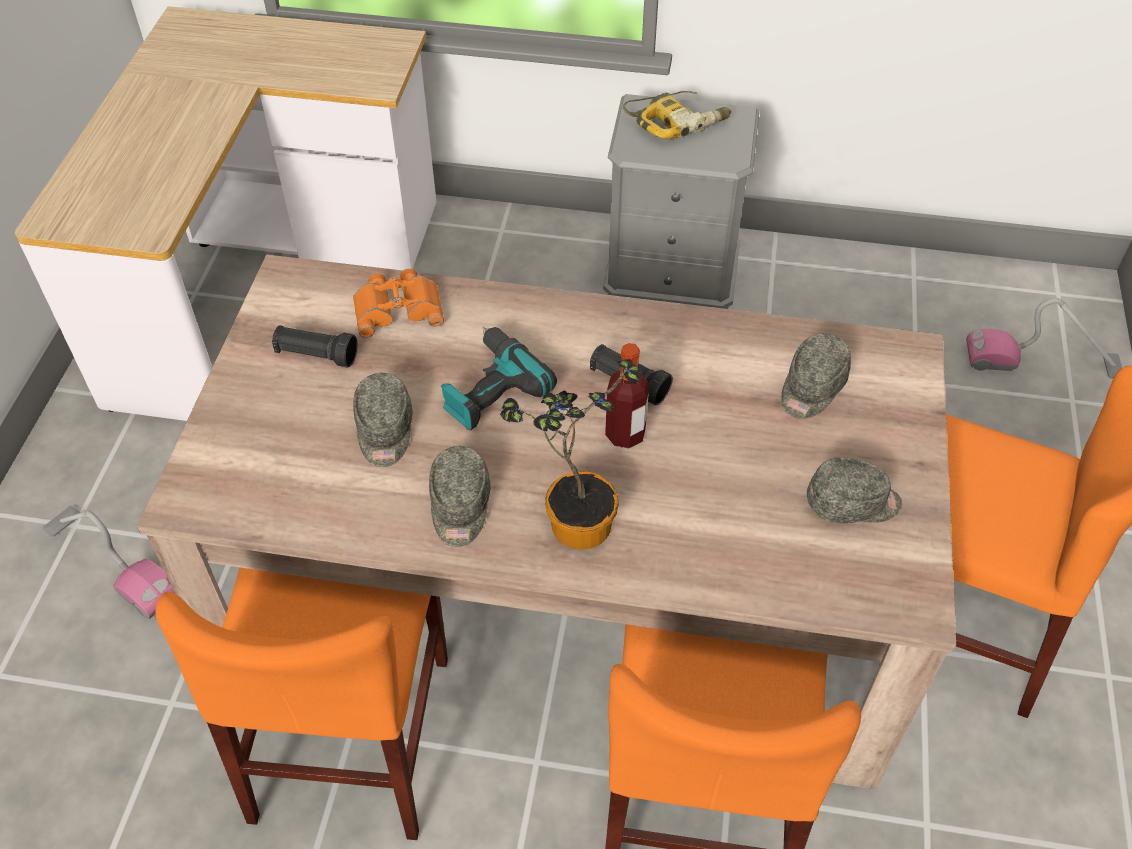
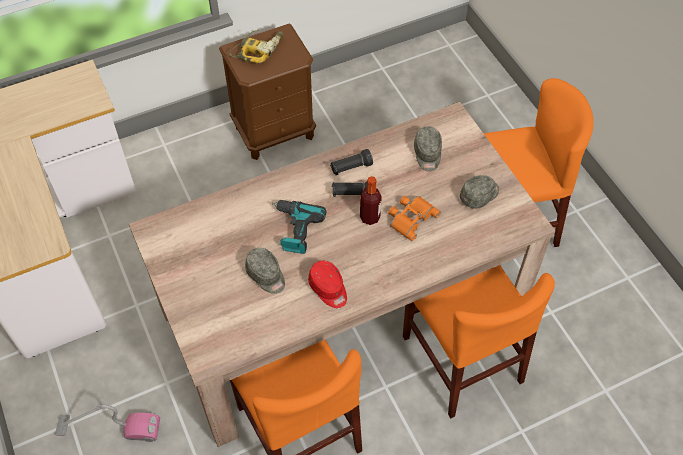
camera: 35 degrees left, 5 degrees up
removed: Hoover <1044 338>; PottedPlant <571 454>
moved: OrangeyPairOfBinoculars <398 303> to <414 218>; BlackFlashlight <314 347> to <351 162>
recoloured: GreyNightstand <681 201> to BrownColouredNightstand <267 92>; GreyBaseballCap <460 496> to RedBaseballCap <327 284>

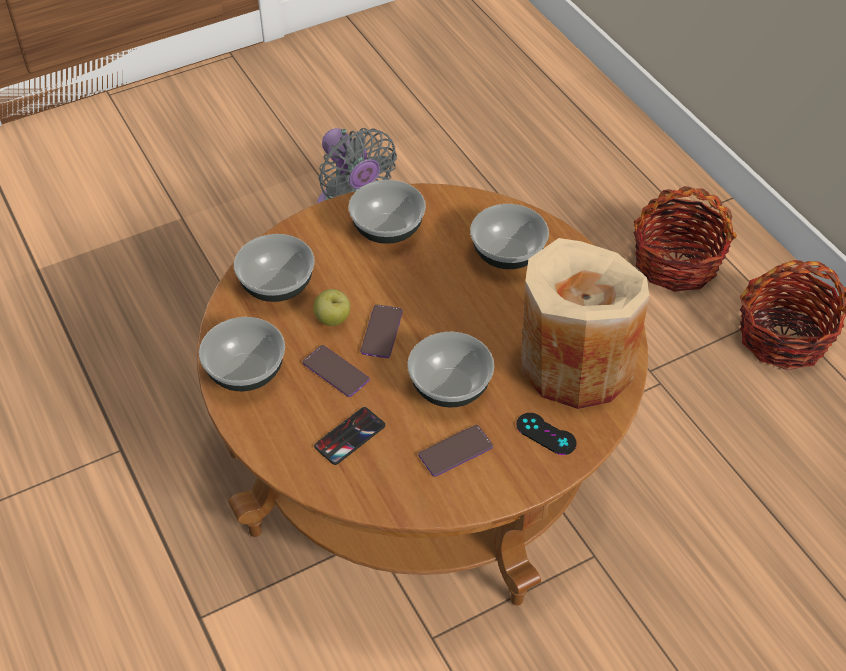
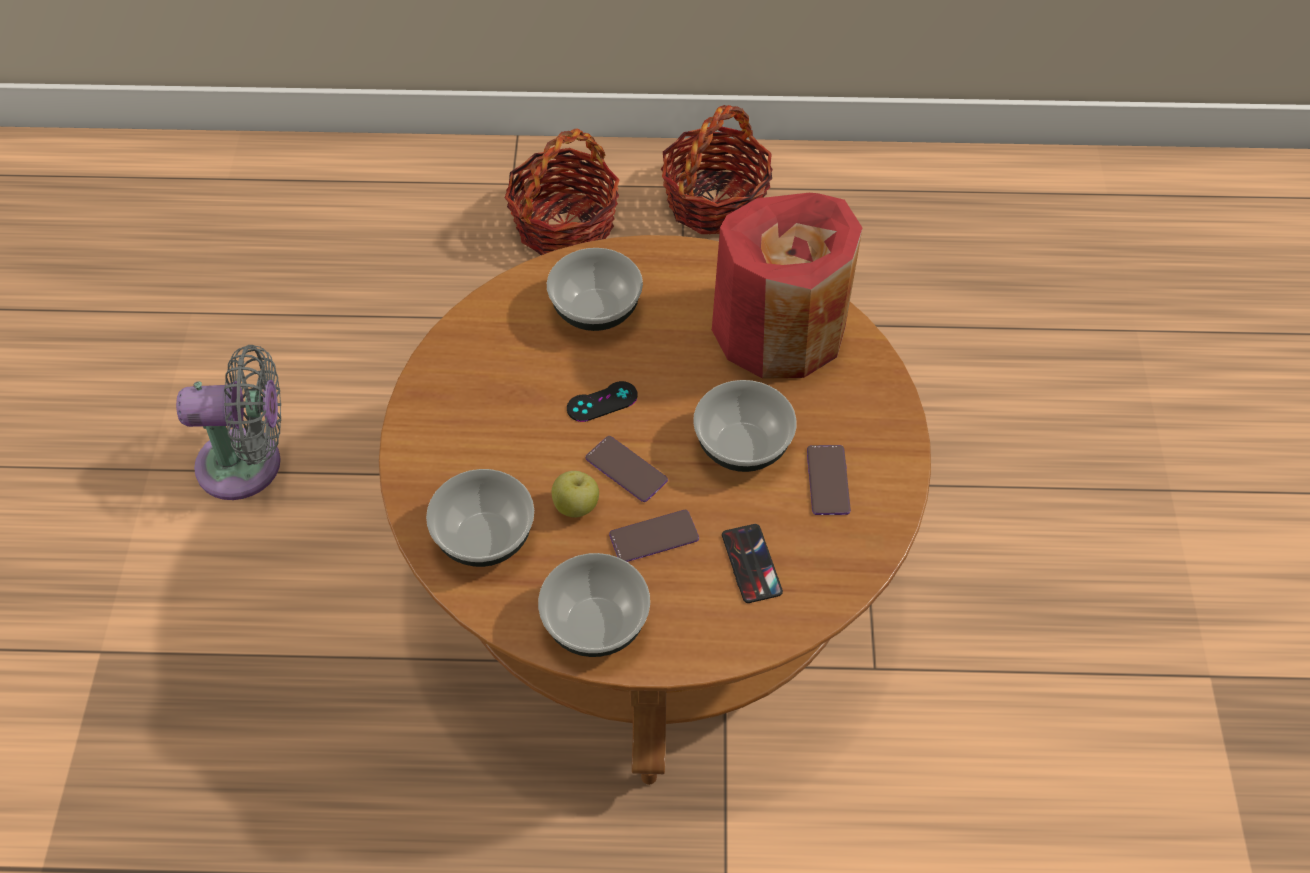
camera: 60 degrees left, 5 degrees up
removed: Bowl <387 212>
moved: BlackGamepad <546 434> to <602 401>
recoloured: SandColouredDecorativeVase <585 323> to RedDecorativeVase <787 286>

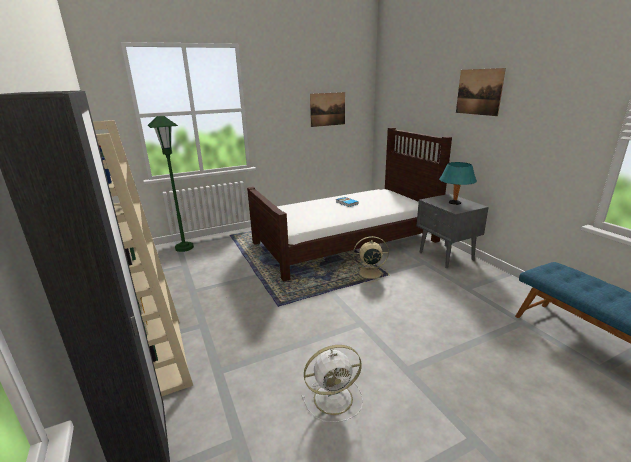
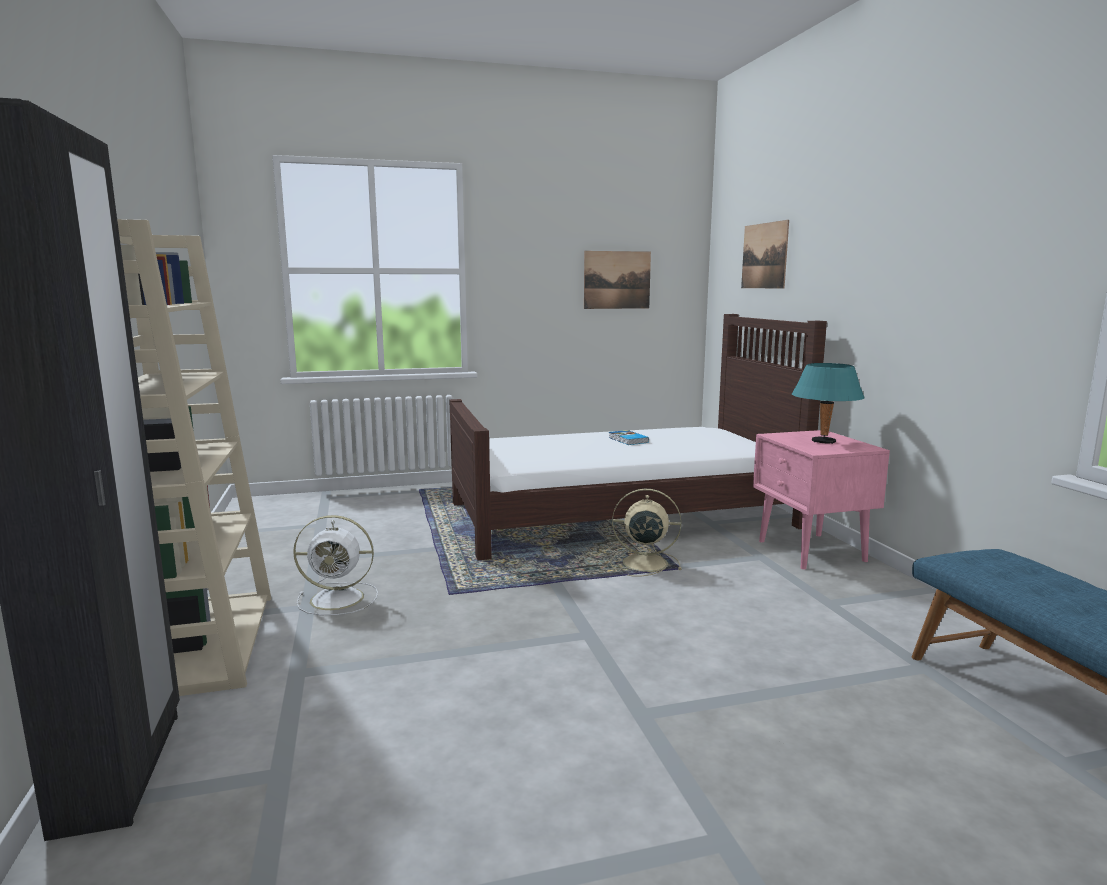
camera: 10 degrees right, 10 degrees down
removed: GreenFloorLamp <171 184>
moved: Picture <481 92> to <765 254>; WhiteCoolingFan <332 383> to <335 565>
recoloured: GreyNightstand <453 231> to PinkishNightstand <821 499>

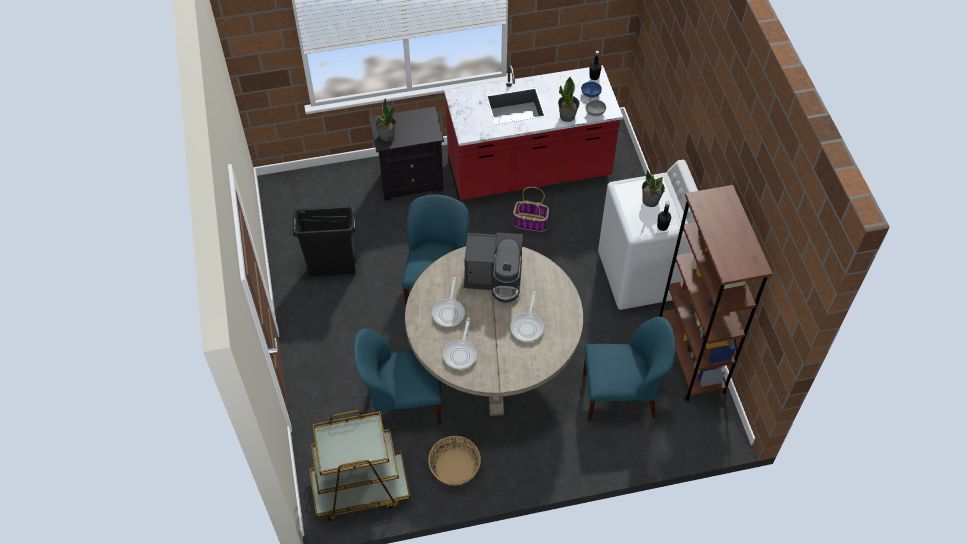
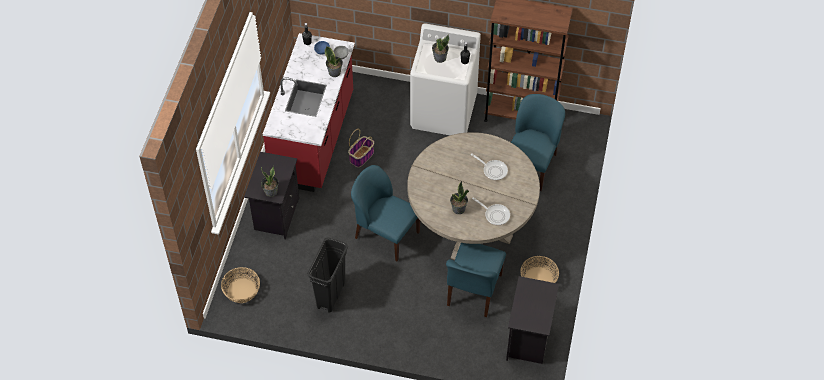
camera: 65 degrees left, 0 degrees up
removed: CoffeeMaker <493 267>
added: Basket <240 285>
replaced: FryingPan <448 302> to PottedPlant <459 197>; BrownColouredCart <360 465> to BlackNightstand <532 320>

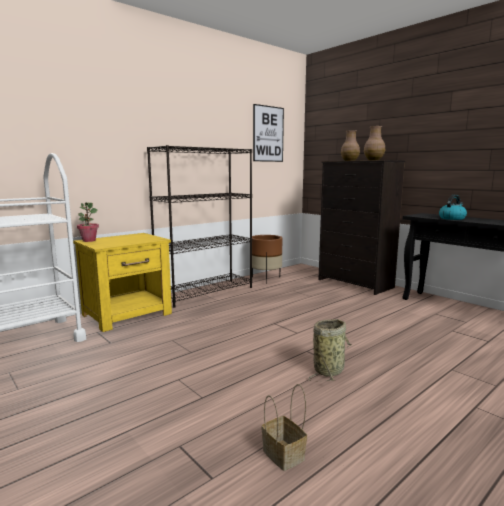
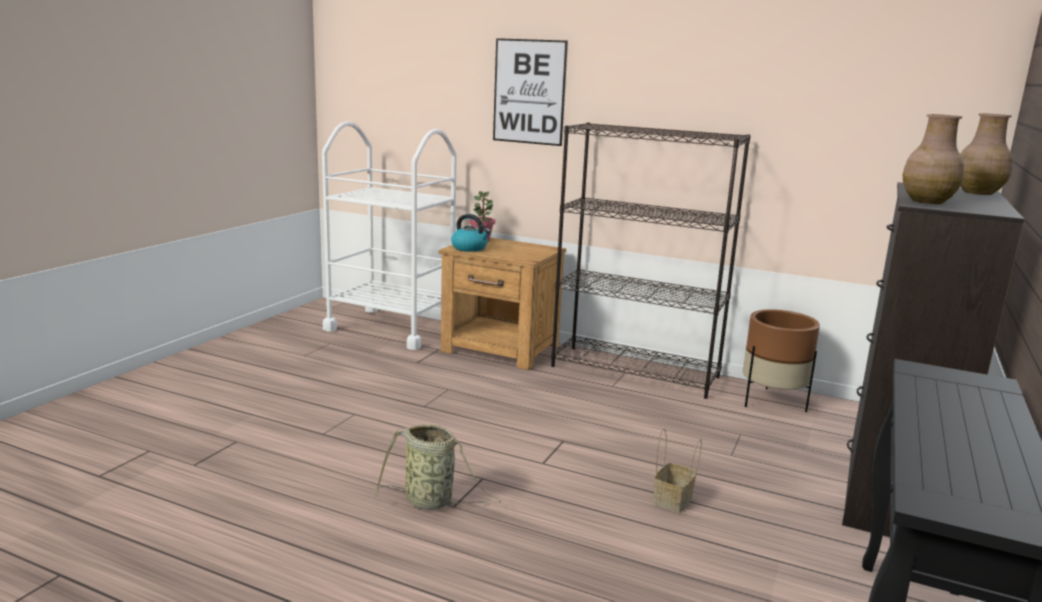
camera: 65 degrees right, 5 degrees up
moved: Picture <268 133> to <530 92>; TeaKettle <453 207> to <471 233>; Basket <284 427> to <677 470>
recoloured: YellowColouredNightstand <122 282> to BrownColouredNightstand <502 303>

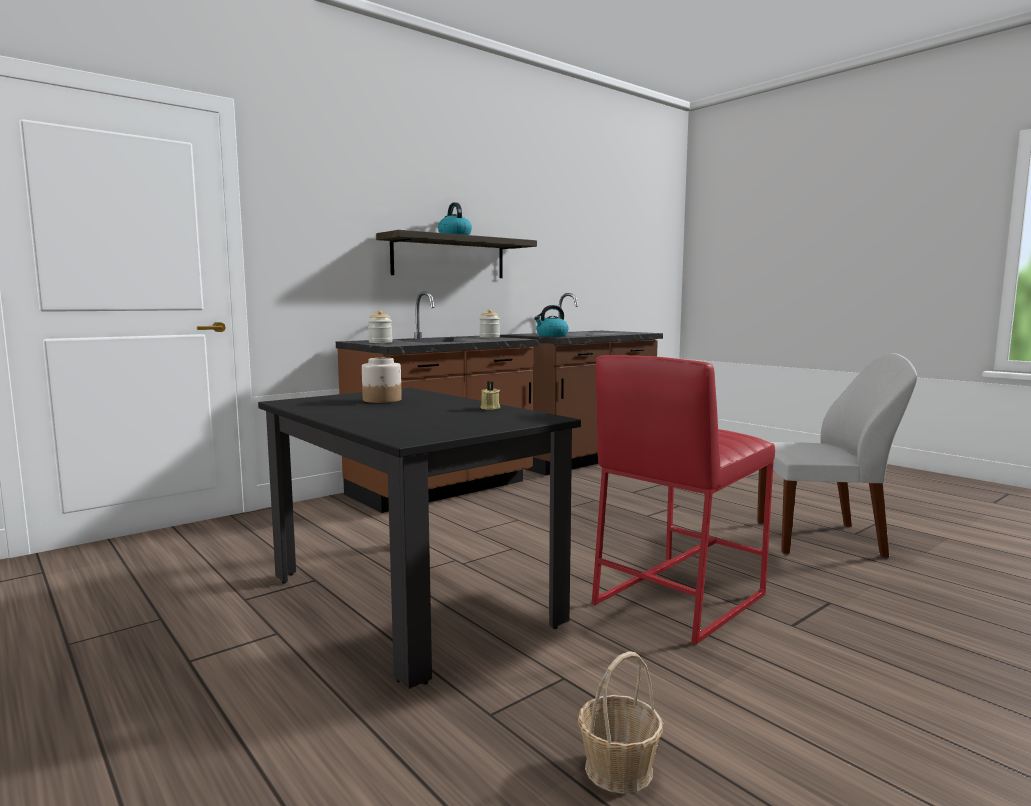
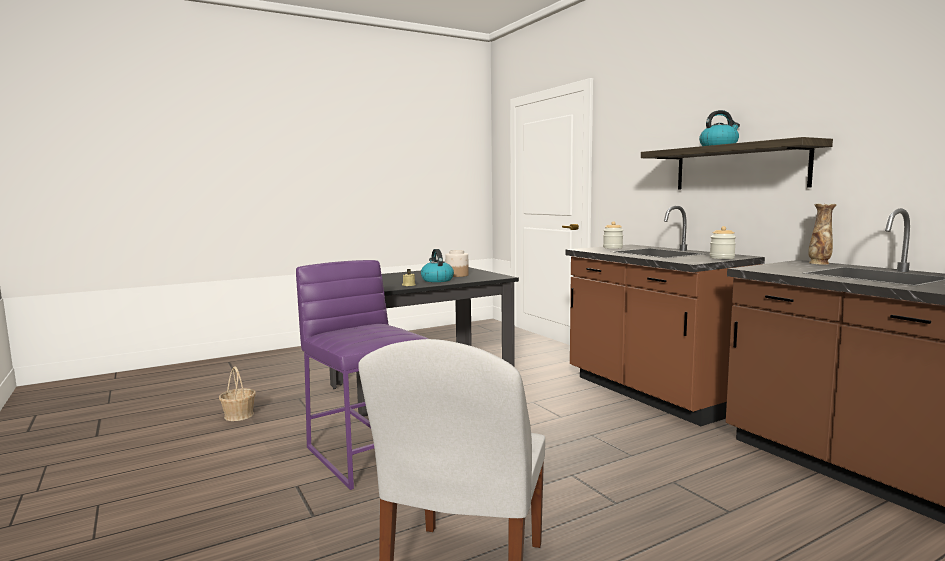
camera: 100 degrees right, 0 degrees up
added: DecorativeVase <822 234>
moved: TeaKettle <551 321> to <437 265>
recoloured: RedStoolSeat <683 500> to PurpleStoolSeat <362 375>

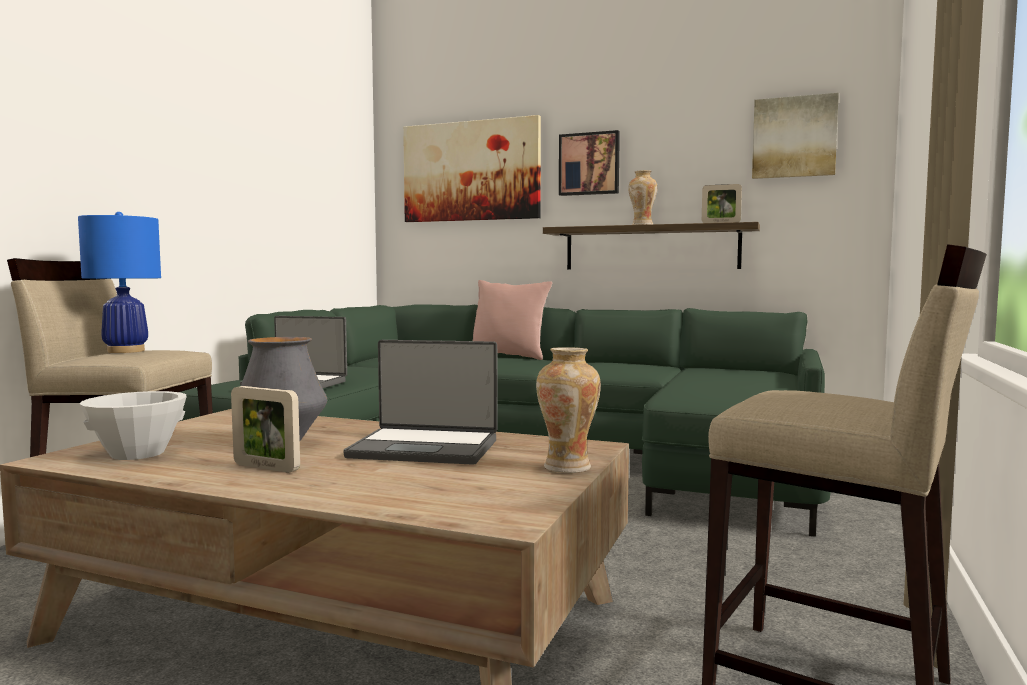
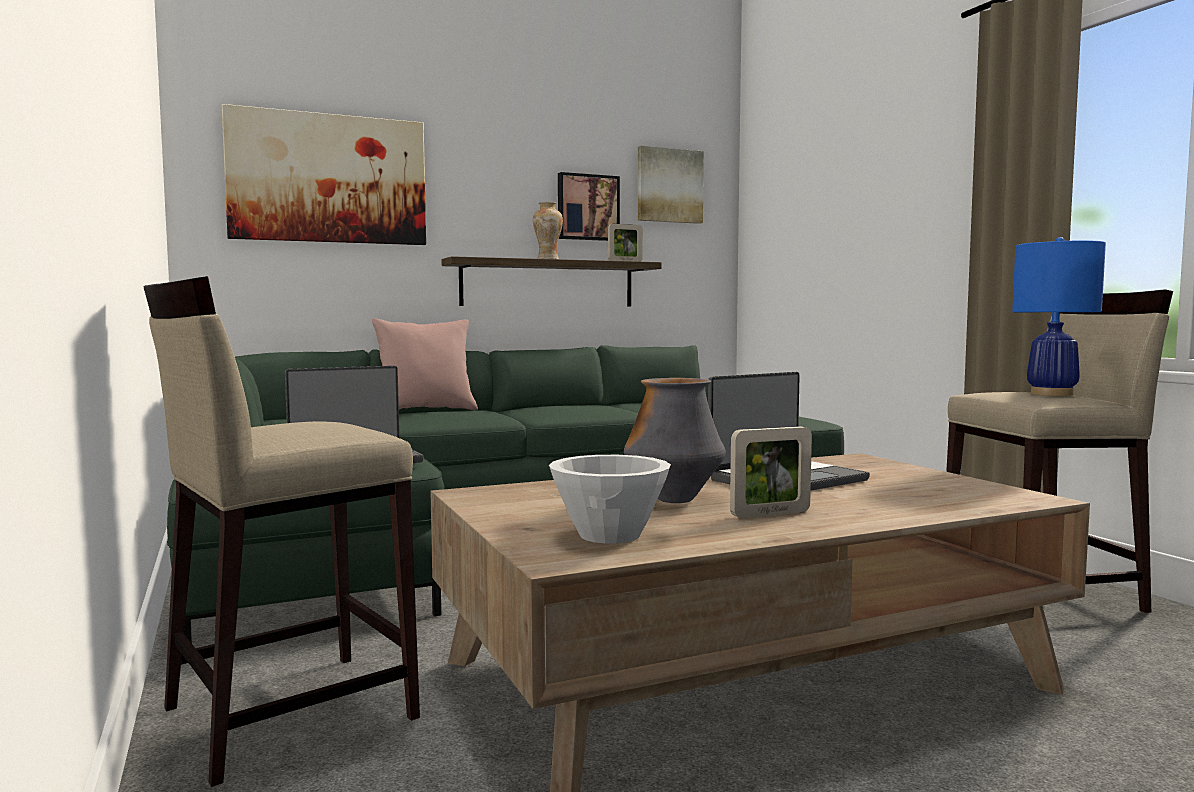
camera: 45 degrees left, 0 degrees up
removed: DecorativeVase <568 410>
moved: Picture <589 163> to <589 206>; BlueTableLamp <119 282> to <1059 316>

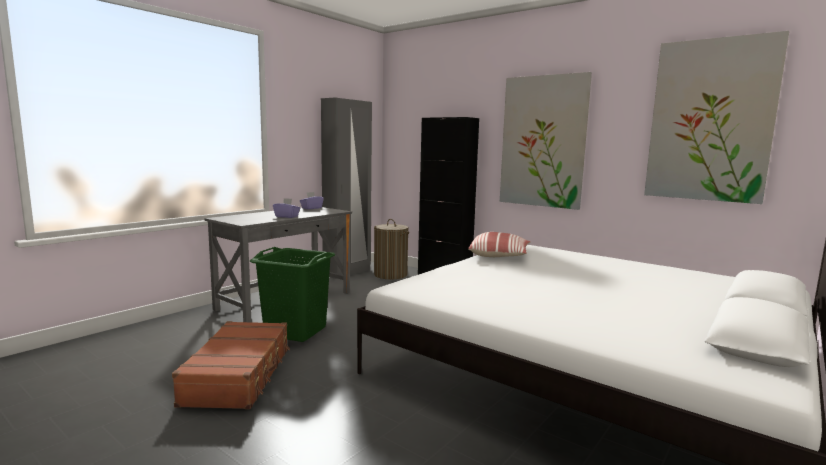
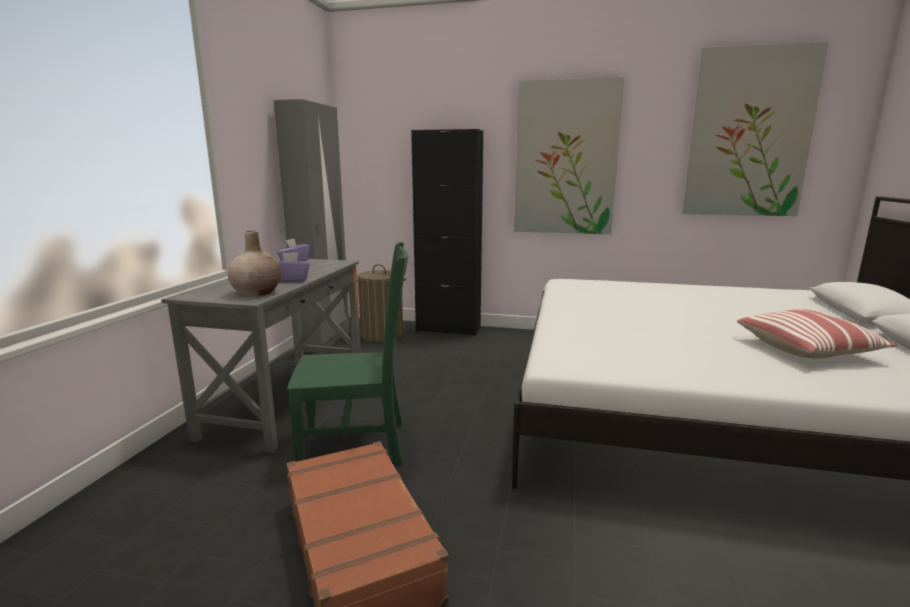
camera: 25 degrees left, 5 degrees up
added: SandColouredDecorativeVase <255 264>
moved: ThrowPillow <499 244> to <817 334>
replaced: GreenWashingBasket <292 294> to GreenChair <347 353>

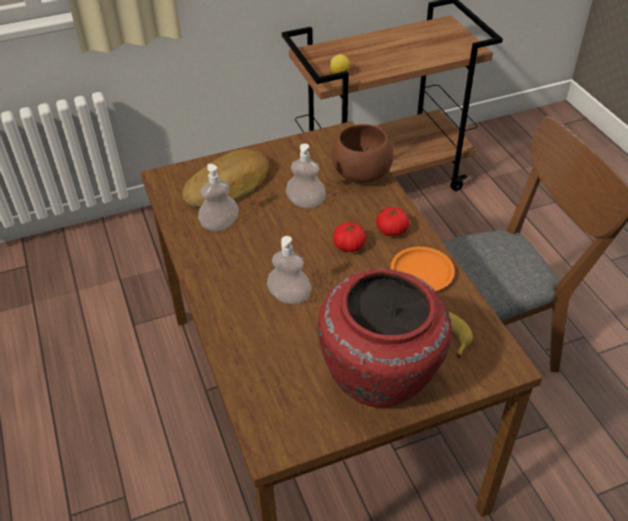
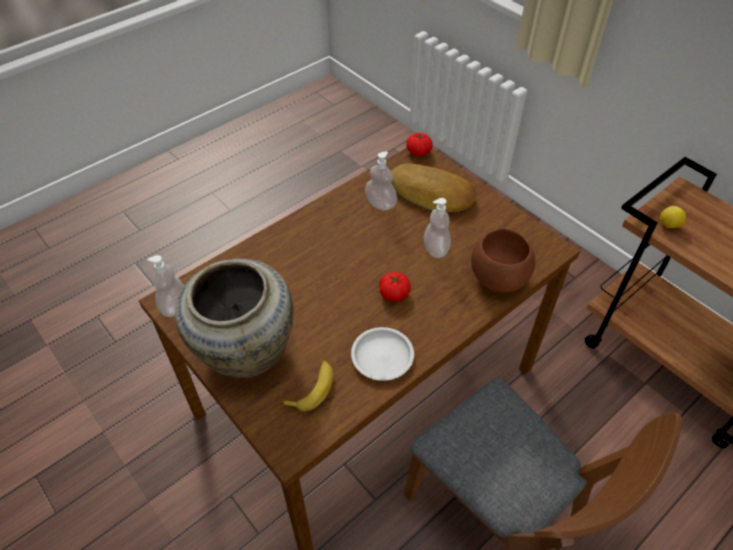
camera: 70 degrees right, 5 degrees up
moved: Tomato <392 221> to <419 144>; SoapDispenser <289 270> to <165 286>
recoloured: OrangeyDinnerPlate <423 269> to WhiteDinnerPlate <382 354>; RedDecorativeVase <385 337> to SandColouredDecorativeVase <234 318>

